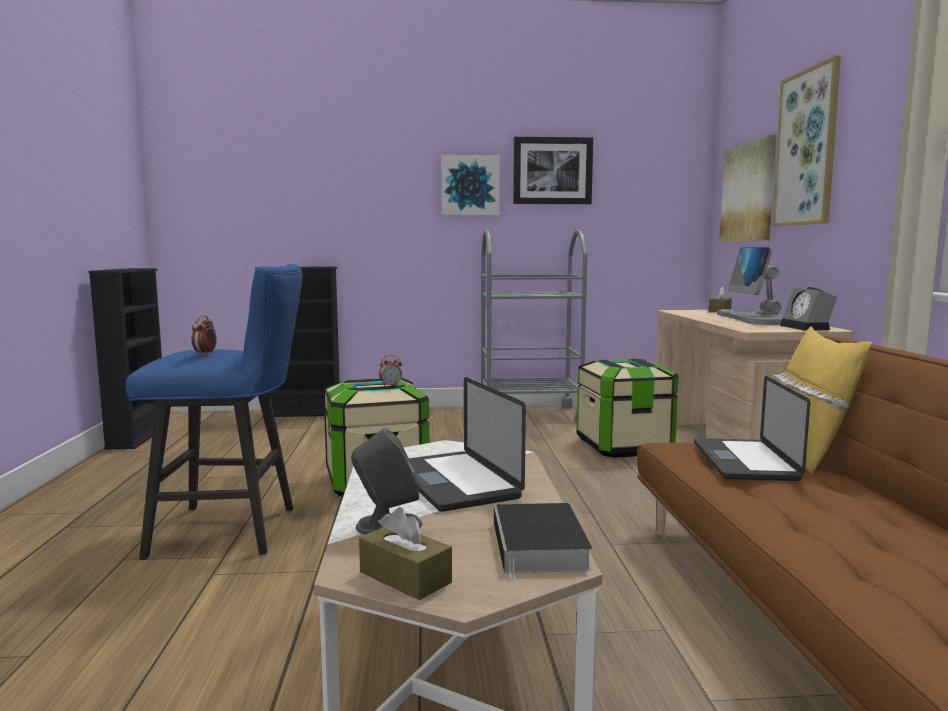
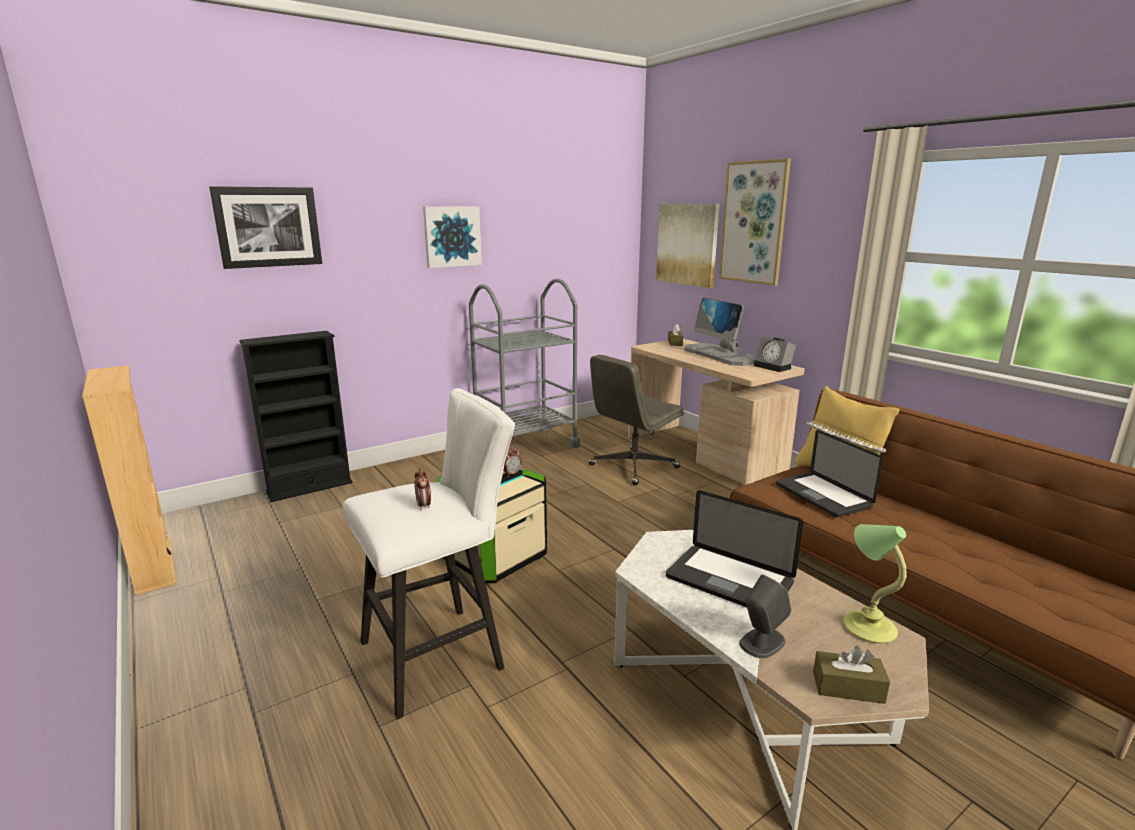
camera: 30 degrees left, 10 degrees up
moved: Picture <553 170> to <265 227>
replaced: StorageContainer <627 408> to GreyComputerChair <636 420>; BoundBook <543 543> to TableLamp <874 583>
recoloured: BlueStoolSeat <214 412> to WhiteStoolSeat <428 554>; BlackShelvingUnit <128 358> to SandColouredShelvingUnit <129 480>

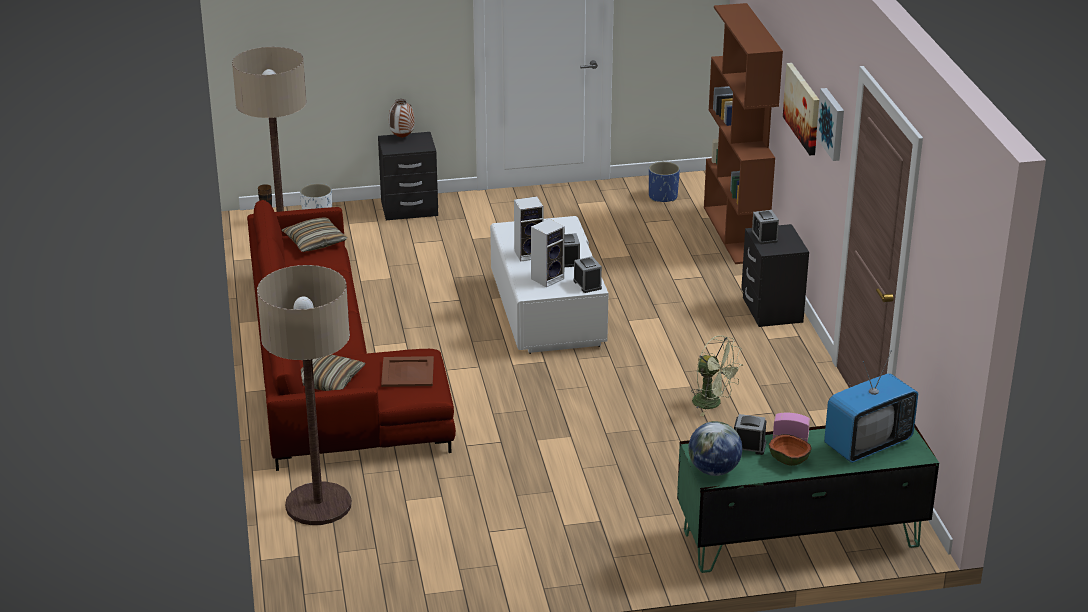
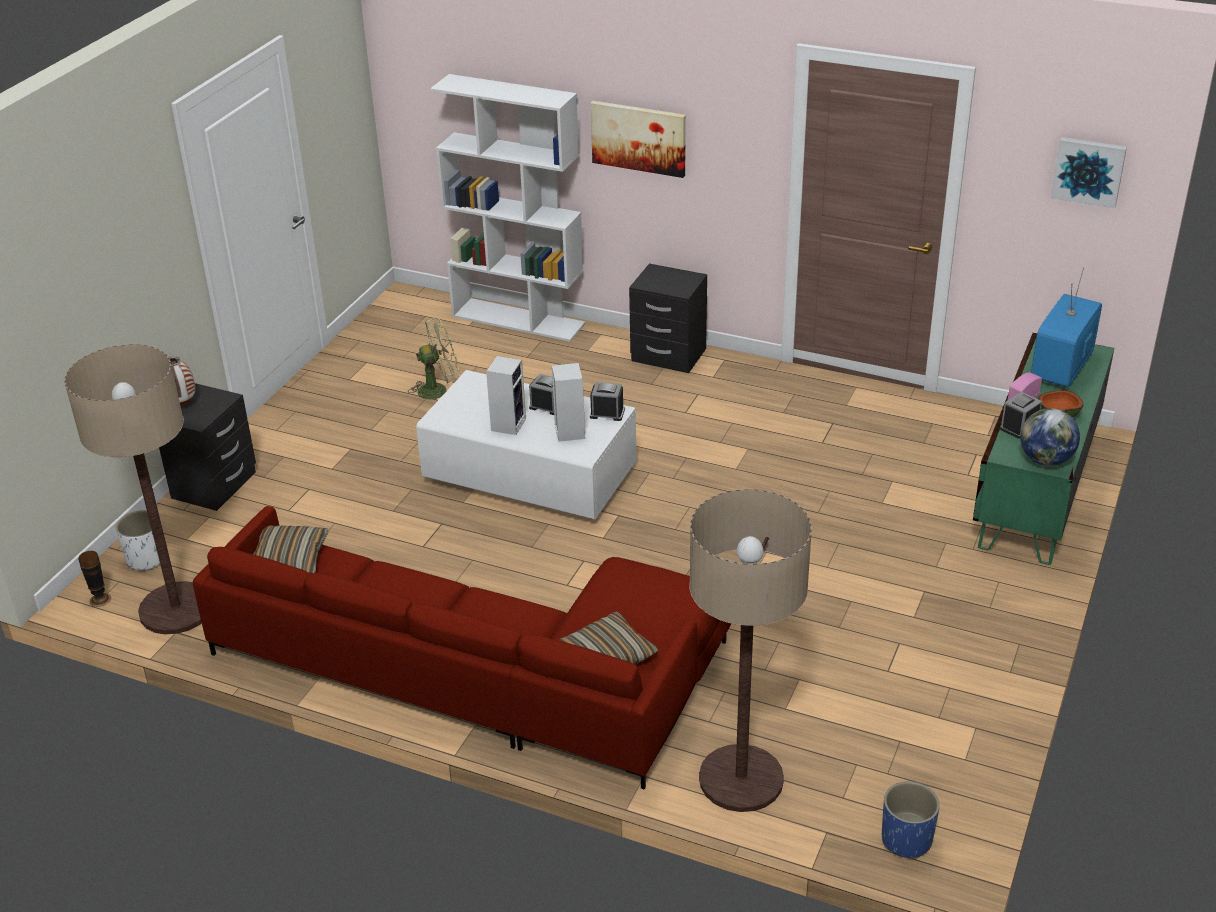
camera: 55 degrees left, 5 degrees up
removed: AlarmClock <765 227>; BrownColouredServingTray <407 371>
moved: Picture <830 124> to <1089 172>; BlueFlowerPot <664 181> to <911 820>; GreenCoolingFan <717 375> to <434 359>
recoloured: BrownColouredShelvingUnit <743 133> to WhiteShelvingUnit <507 208>
turned: TvSet <871 406> = <1066 327> 150 degrees counterclockwise

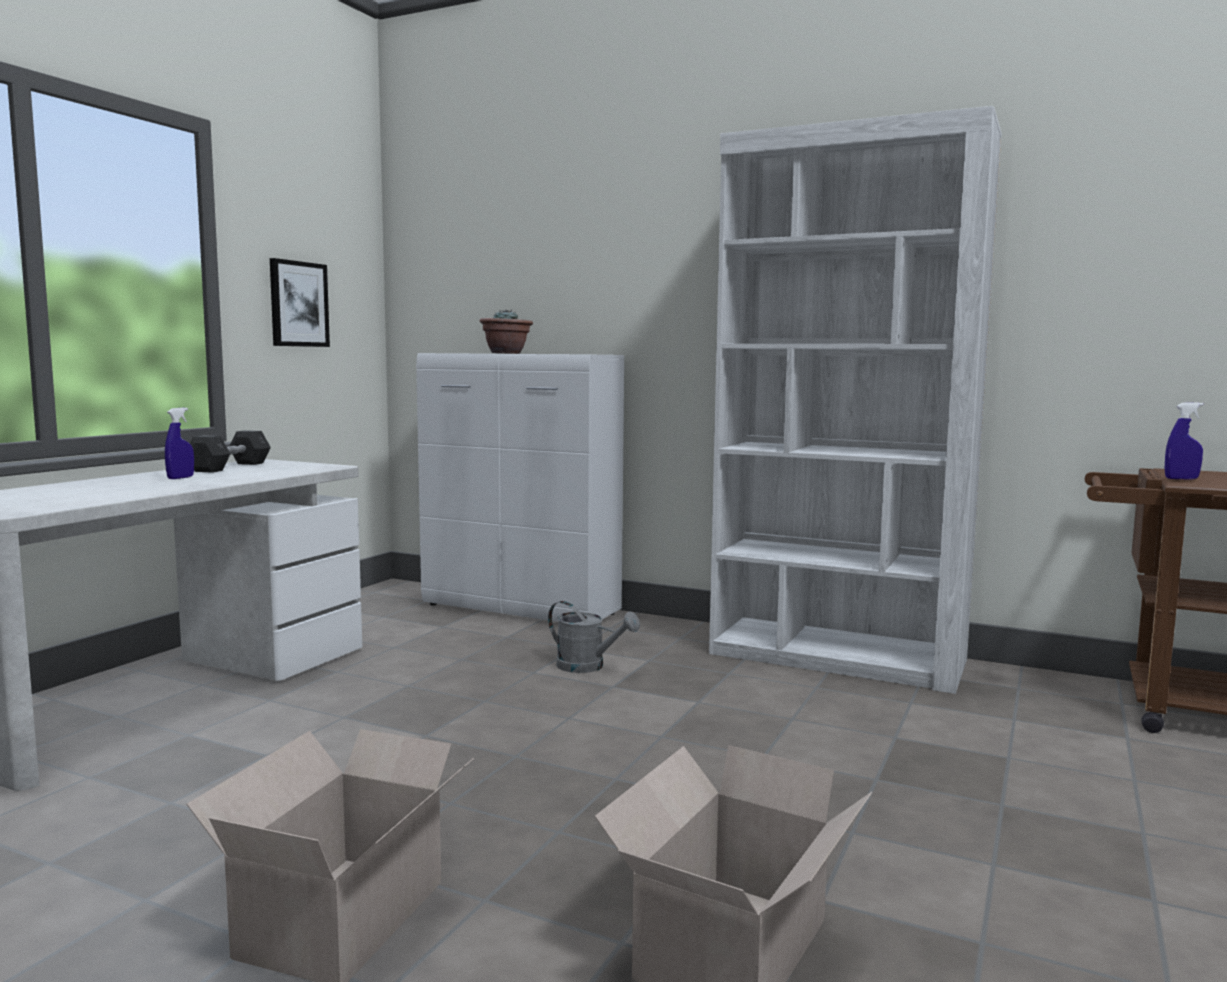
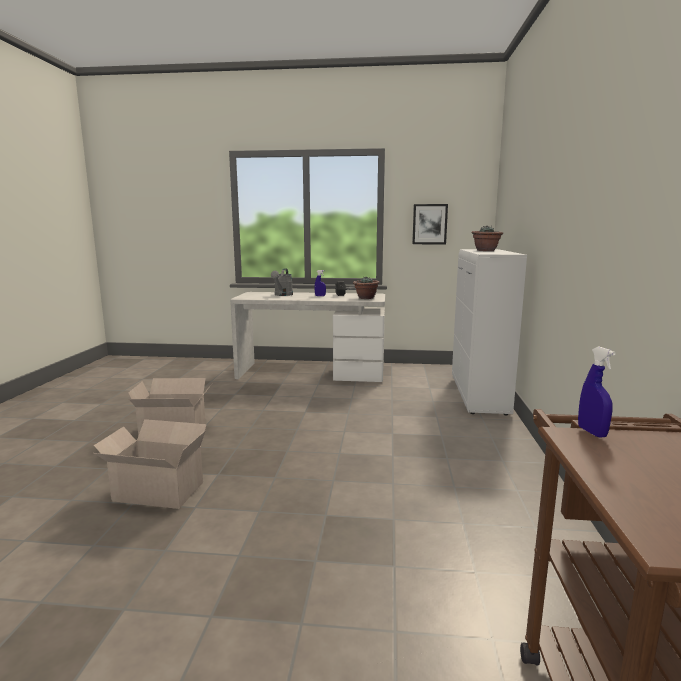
camera: 70 degrees right, 5 degrees up
removed: WhiteShelvingUnit <855 400>
added: PottedPlant <366 287>
moved: GreySprinklingCan <594 637> to <282 282>

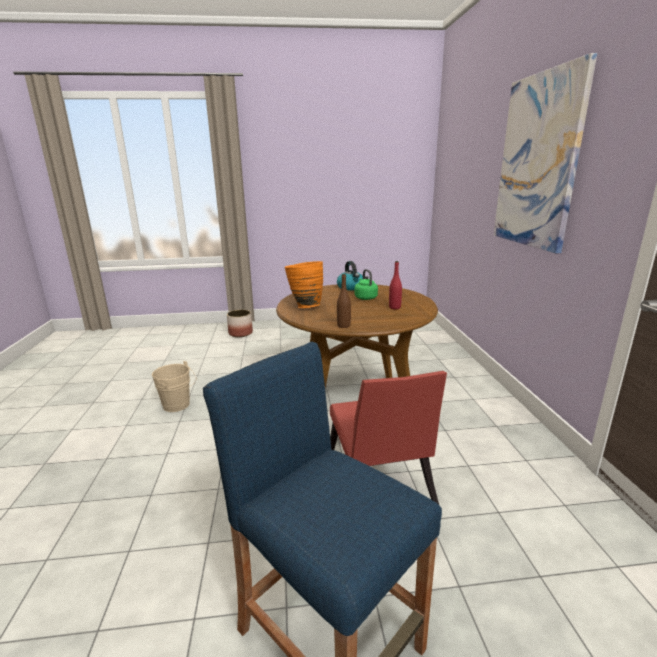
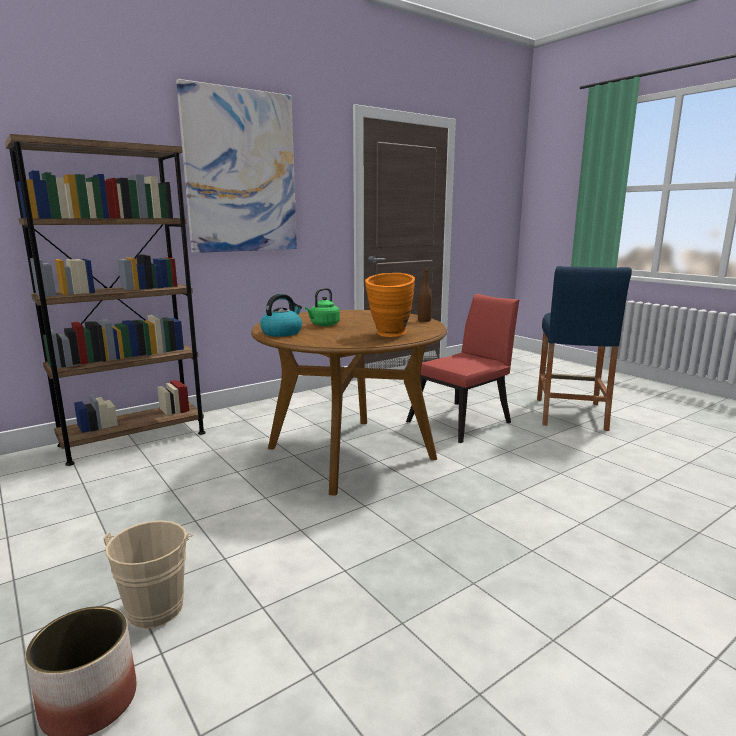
camera: 120 degrees left, 5 degrees down
removed: RedDrinkBottle <395 285>
added: BrownColouredShelvingUnit <105 300>
moved: SandColouredWaterBucket <174 386> to <148 574>

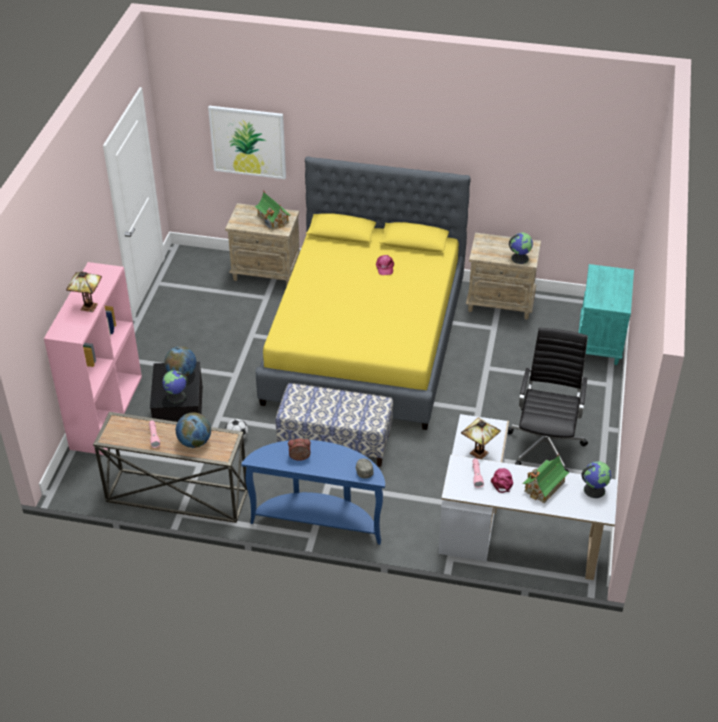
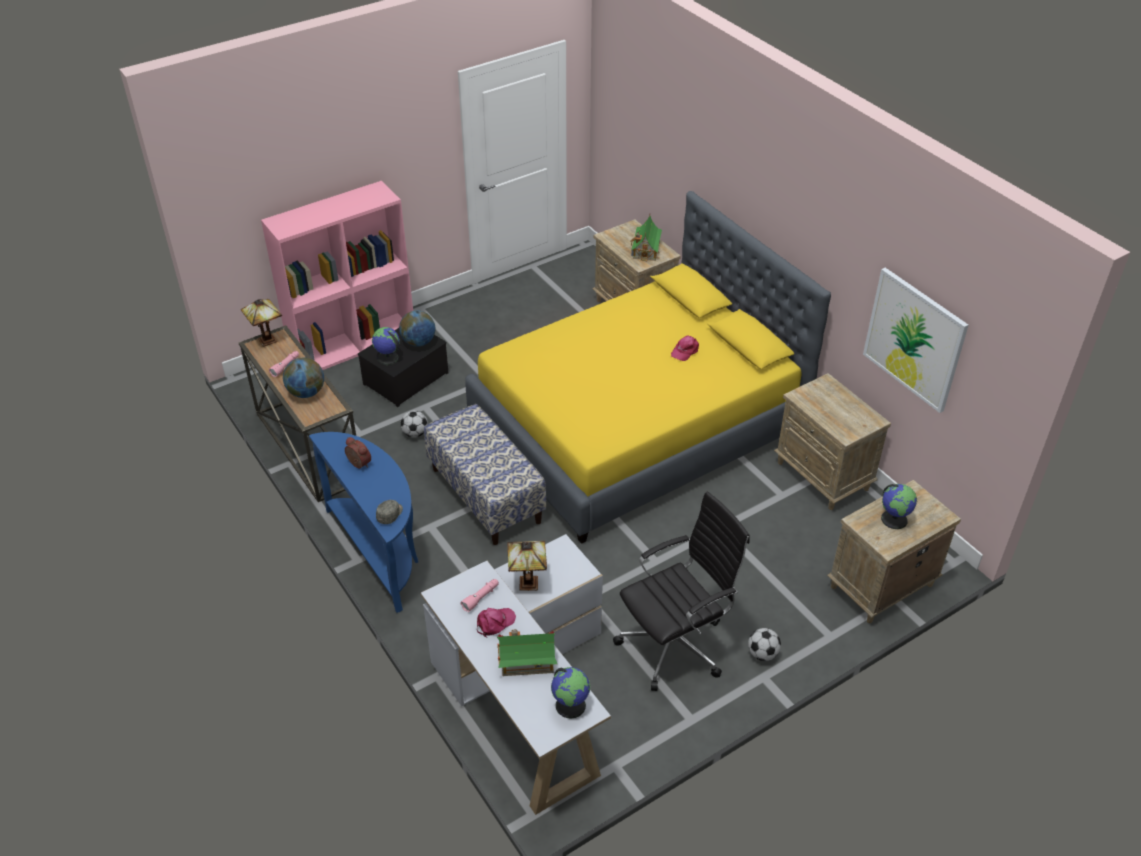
camera: 45 degrees right, 0 degrees up
added: Football <764 644>
moved: Picture <247 142> to <916 340>; WorldGlobe <521 248> to <899 506>; TableLamp <84 291> to <261 323>
recoloured: TurquoiseColouredNightstand <606 314> to SandColouredNightstand <894 551>

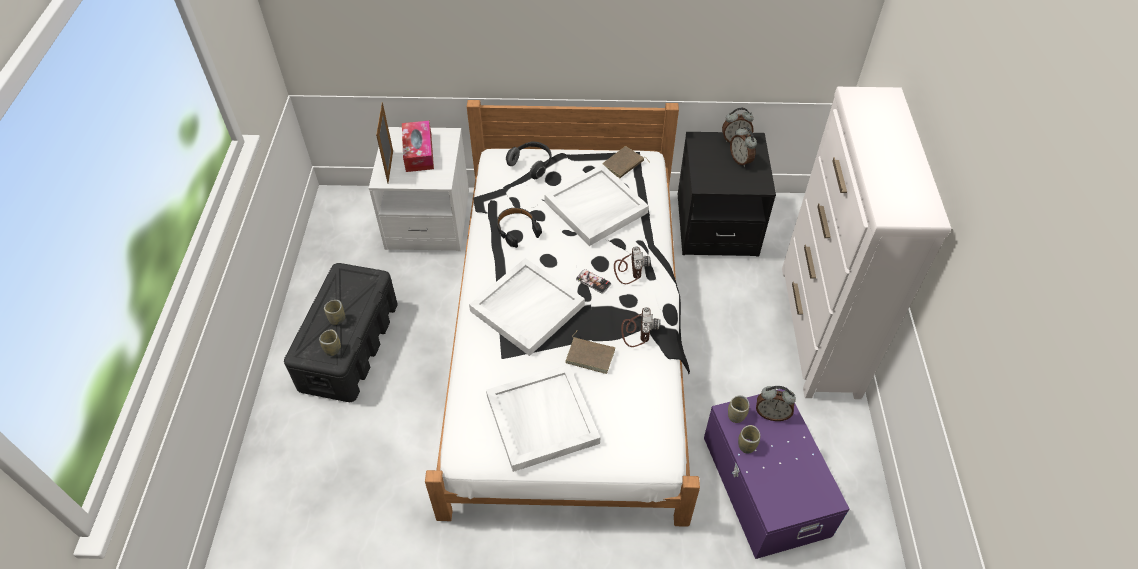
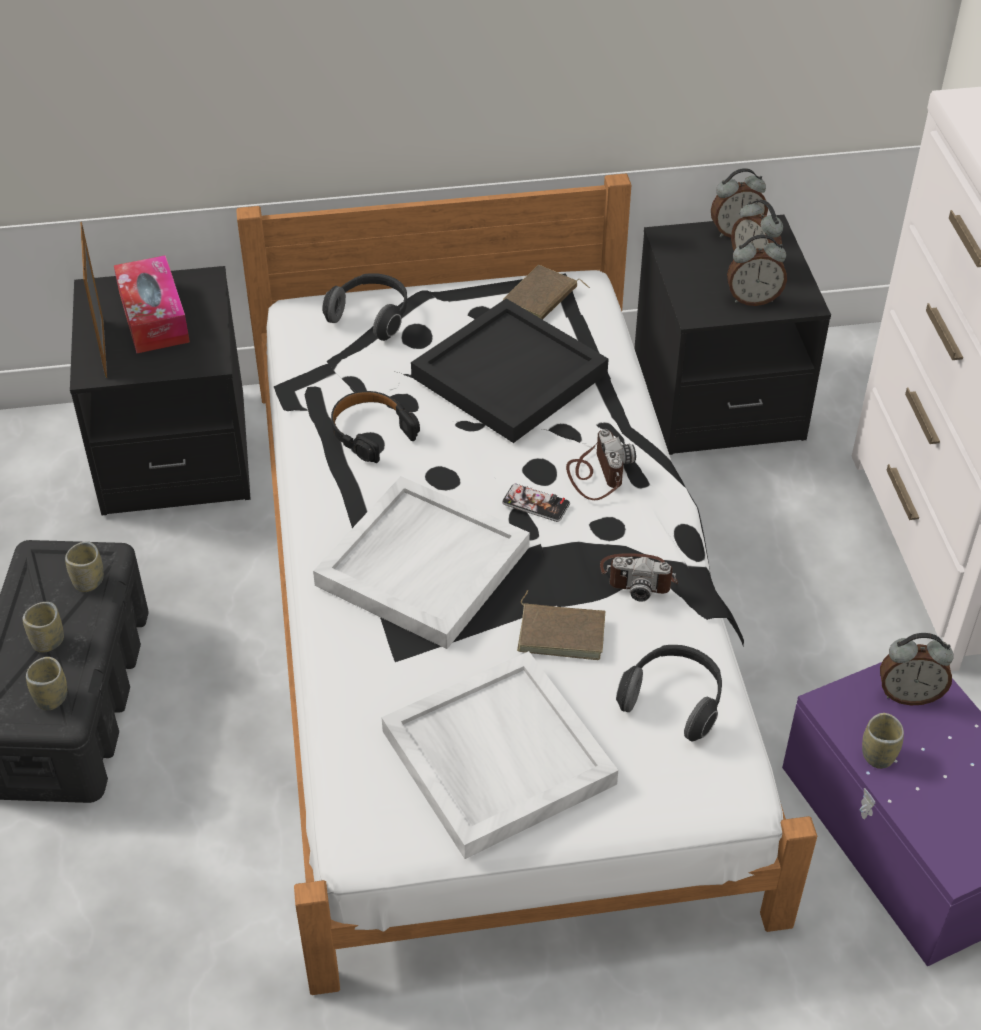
camera: 10 degrees left, 5 degrees down
added: AlarmClock <757 270>; PairOfHeadphones <669 693>
moved: SmallCup <738 409> to <84 566>
recoloured: WhiteNightstand <419 189> to BlackNightstand <160 391>; WhiteServingTray <596 205> to BlackServingTray <510 370>
turned: PhotoCamera <640 327> = <639 577> 105 degrees clockwise

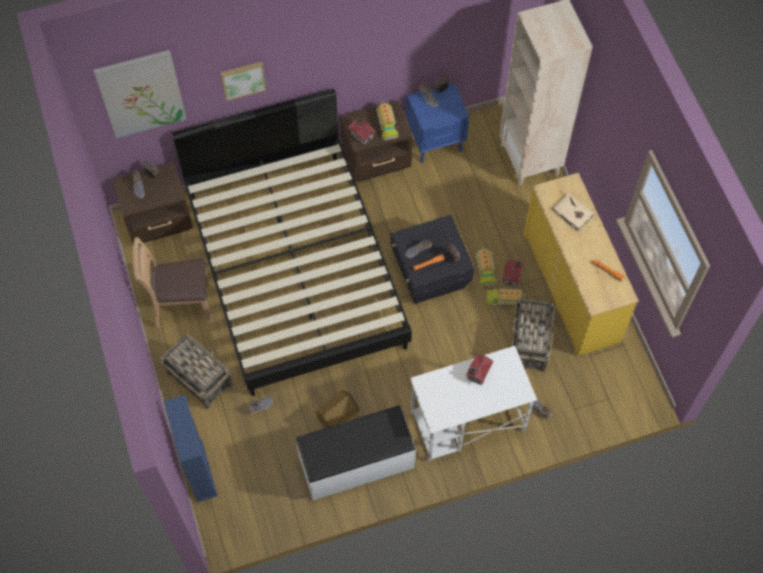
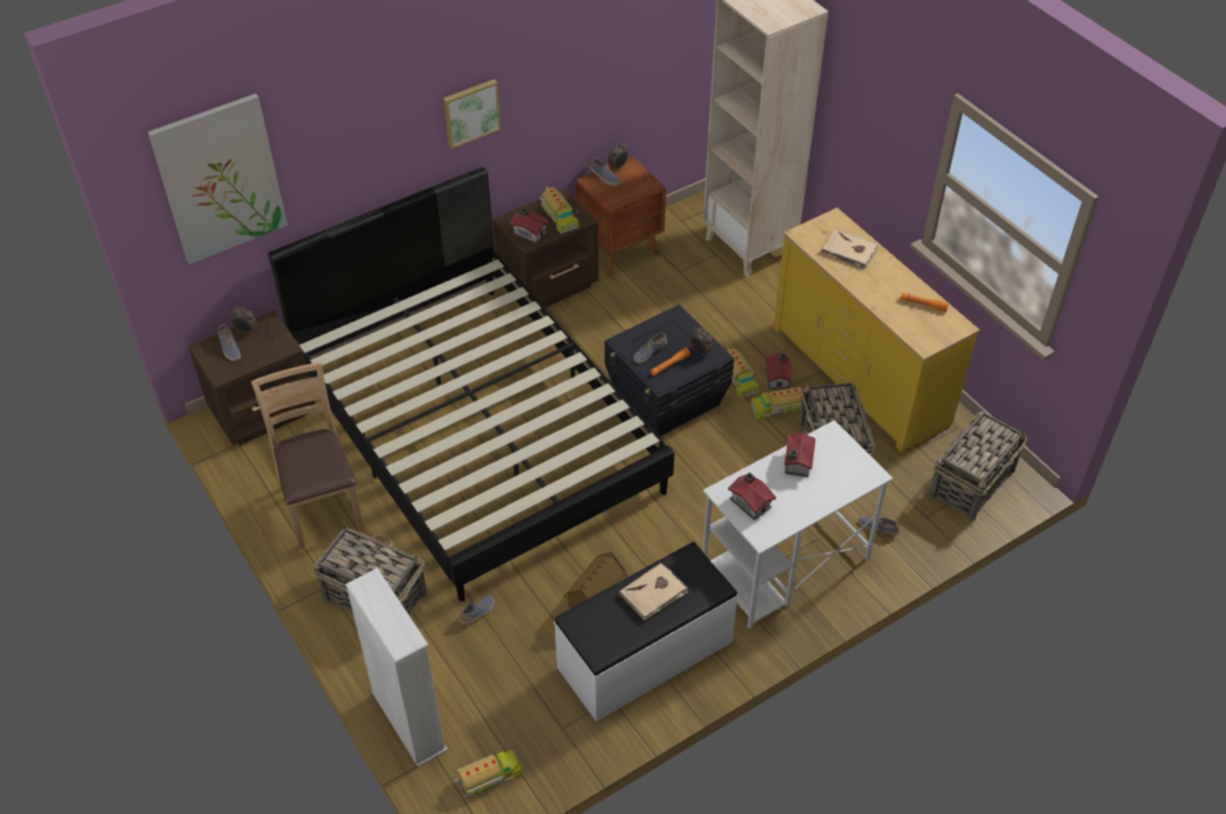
camera: 15 degrees left, 15 degrees down
added: Basket <977 466>; MiniatureHouse <752 496>; SandColouredBoundBook <653 591>; ToyTruck <488 772>
moved: Picture <243 81> to <472 114>
recoloured: BlueNightstand <437 123> to BrownColouredNightstand <620 216>; BlueShelvingUnit <190 448> to WhiteShelvingUnit <396 667>
turned: BrownColouredChair <172 282> = <308 456> 90 degrees clockwise

